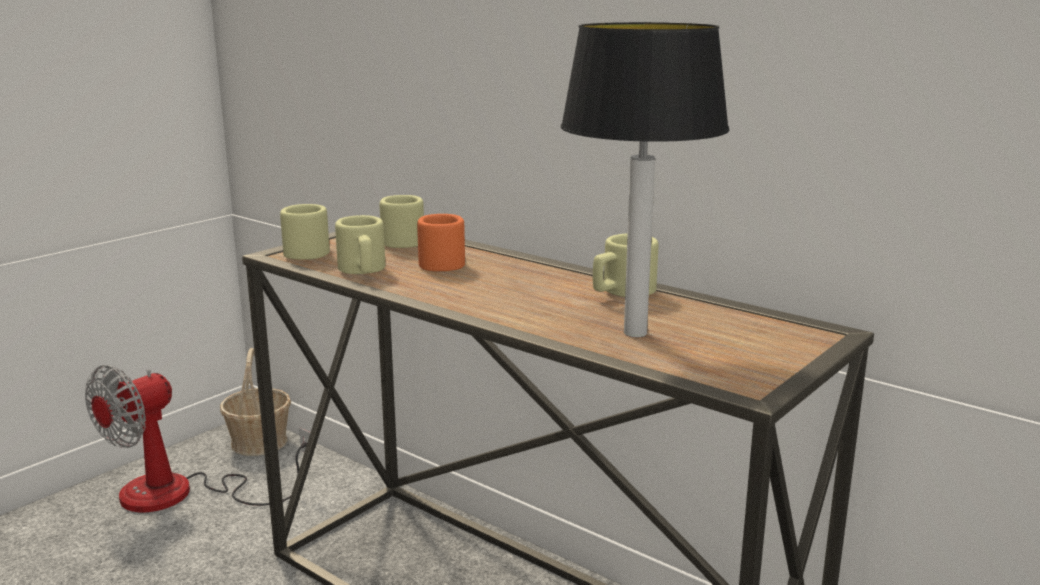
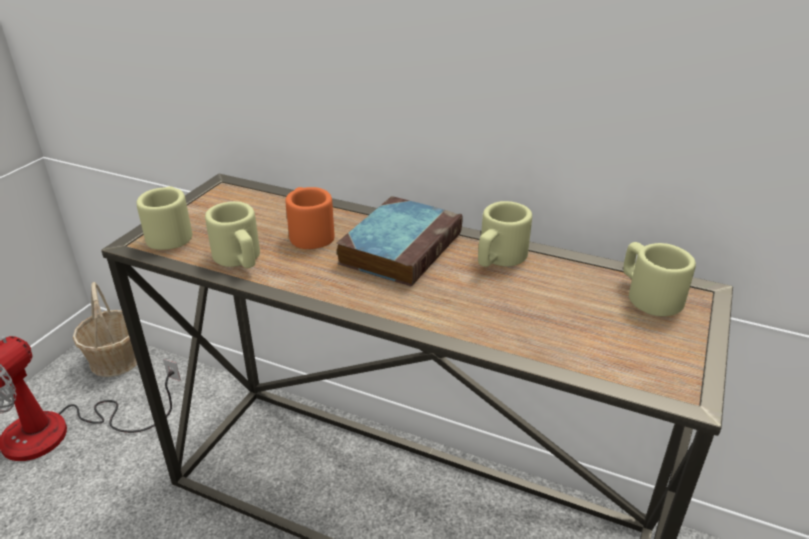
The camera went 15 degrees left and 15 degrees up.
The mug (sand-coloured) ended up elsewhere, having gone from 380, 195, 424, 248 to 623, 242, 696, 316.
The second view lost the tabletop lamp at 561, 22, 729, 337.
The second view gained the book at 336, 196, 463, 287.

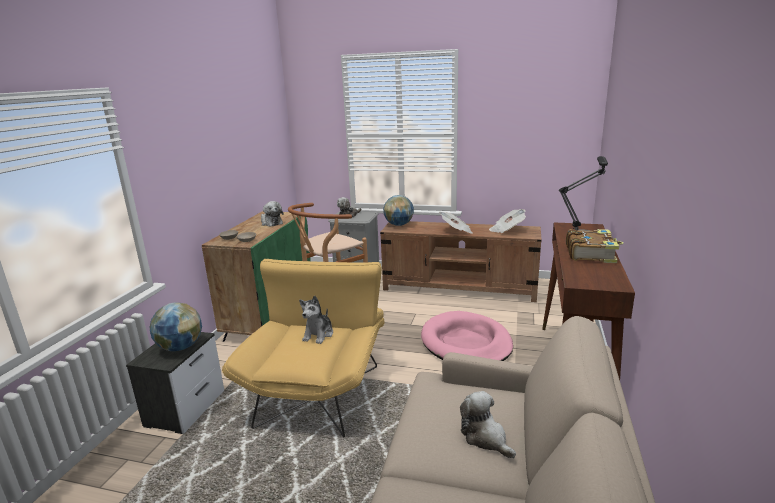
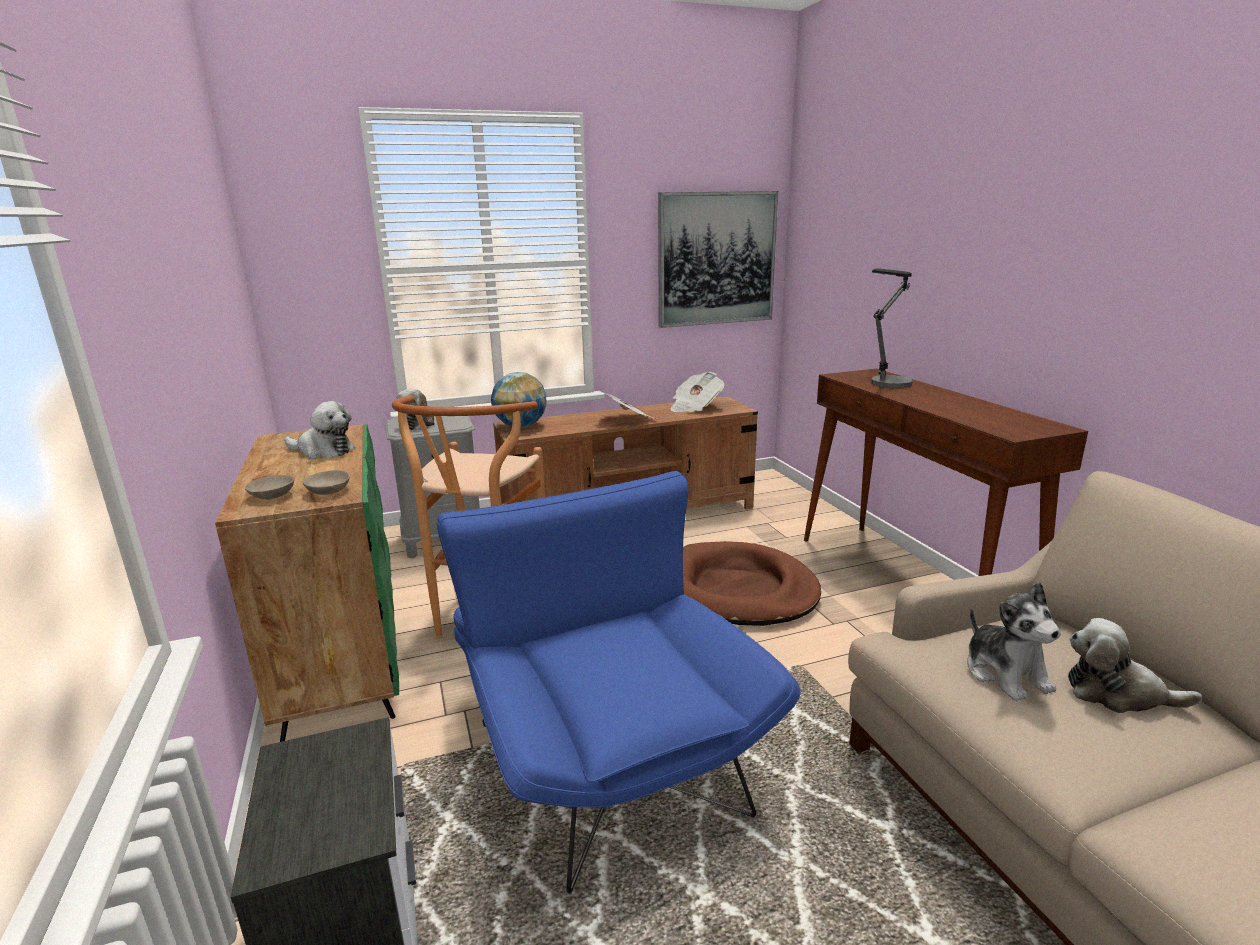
The camera went 35 degrees left and 0 degrees up.
The second view lost the globe at 150, 302, 202, 351.
What was the easy chair (yellow) at 222, 259, 385, 437 turned into the easy chair (bluish) at 437, 471, 801, 894.
The cuddly toy ended up elsewhere, having gone from 299, 296, 333, 344 to 967, 582, 1061, 701.
What was the dog bed (pinkish) at 421, 311, 513, 361 turned into the dog bed (brown) at 683, 541, 821, 626.
The second view lost the book at 566, 229, 624, 263.
The second view gained the wall picture at 658, 191, 778, 328.

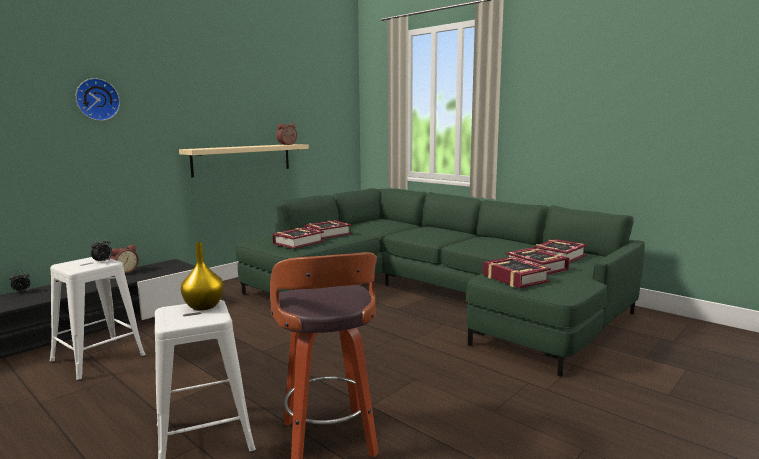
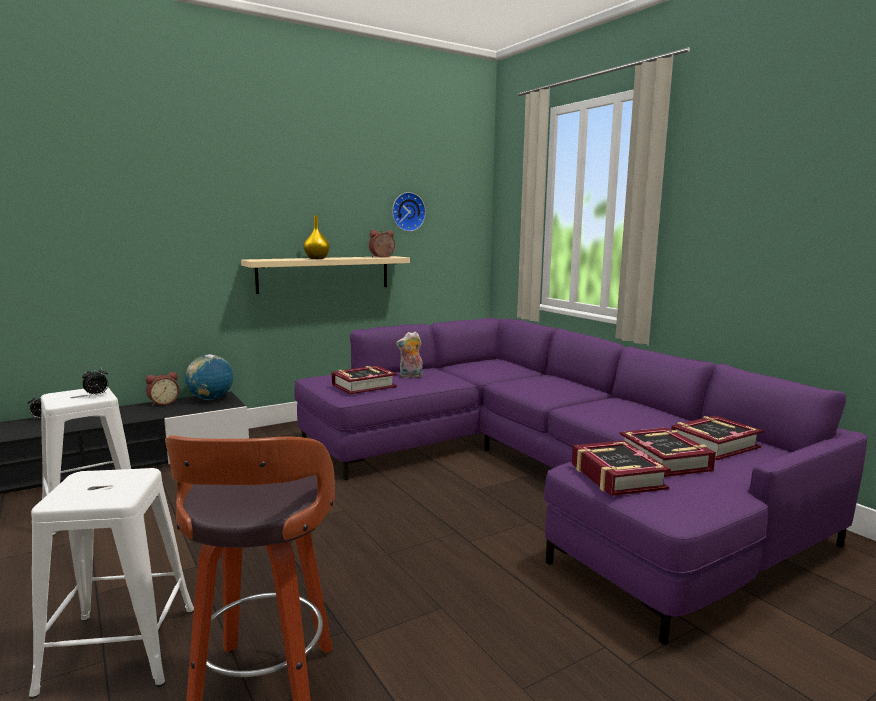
The camera went 15 degrees right and 0 degrees up.
The clock on the wall ended up elsewhere, having gone from 75, 78, 120, 121 to 392, 192, 426, 232.
The vase (yellow) ended up elsewhere, having gone from 181, 242, 224, 310 to 303, 216, 330, 259.
What was the sofa (greenish) at 236, 189, 645, 377 turned into the sofa (purple-coloured) at 294, 318, 868, 645.
Where the book stood at 304, 220, 352, 239, the cuddly toy came to stand at 396, 331, 423, 378.
The second view gained the globe at 185, 354, 233, 400.

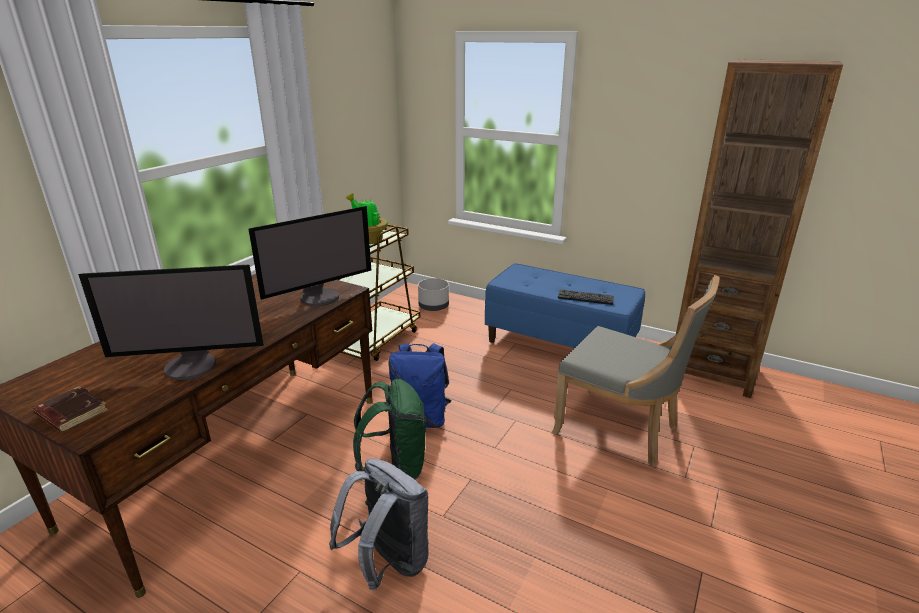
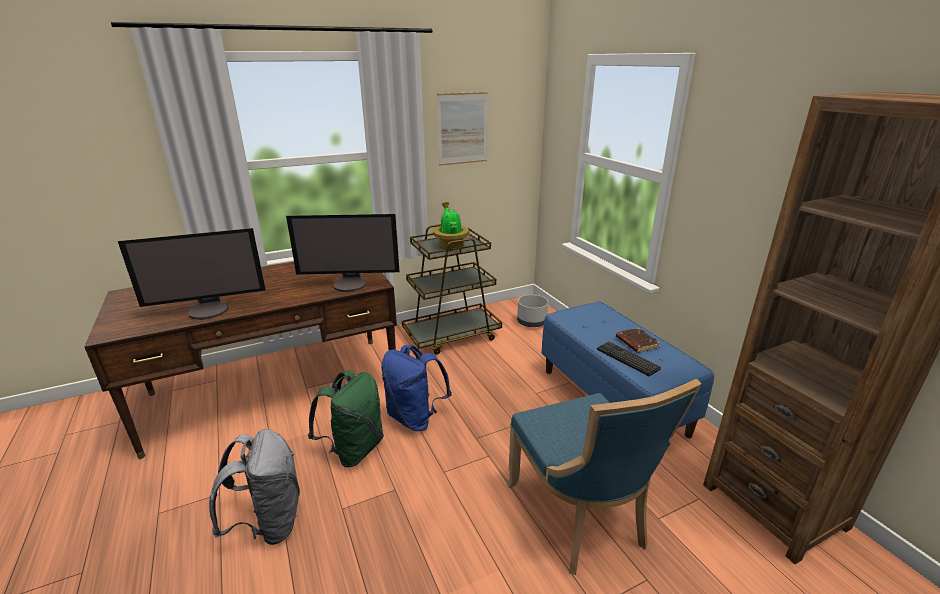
The camera went 35 degrees right and 0 degrees up.
The book (brown) ended up elsewhere, having gone from 33, 386, 108, 433 to 616, 328, 660, 353.
The computer screen at 78, 265, 264, 380 ended up facing another way, 45 degrees counterclockwise from before.
What was the upright chair (greyish) at 551, 275, 720, 467 turned into the upright chair (bluish) at 507, 379, 702, 575.
The second view gained the wall picture at 437, 92, 487, 166.

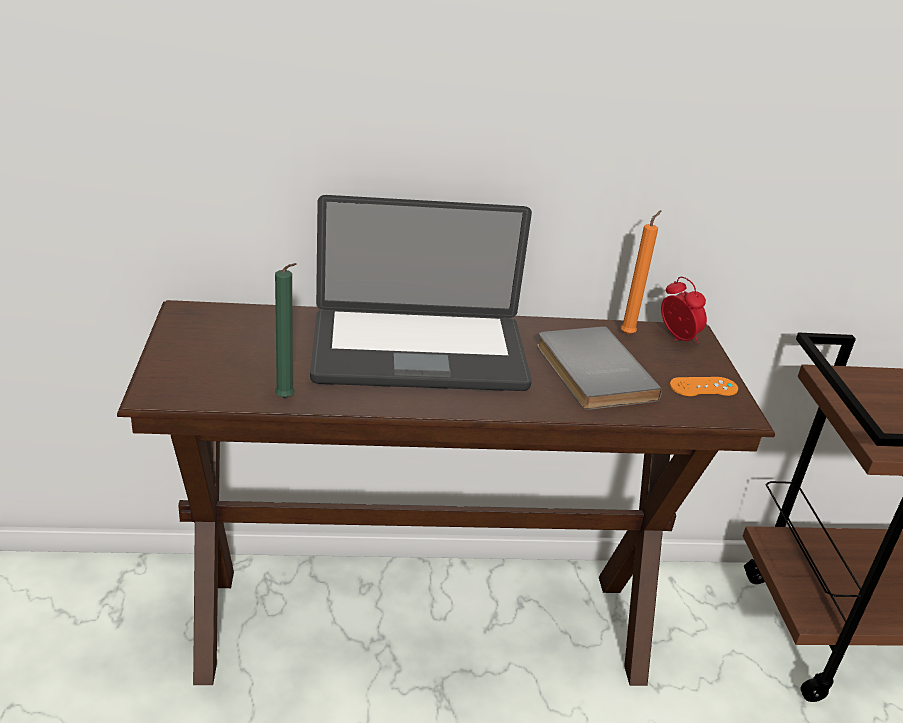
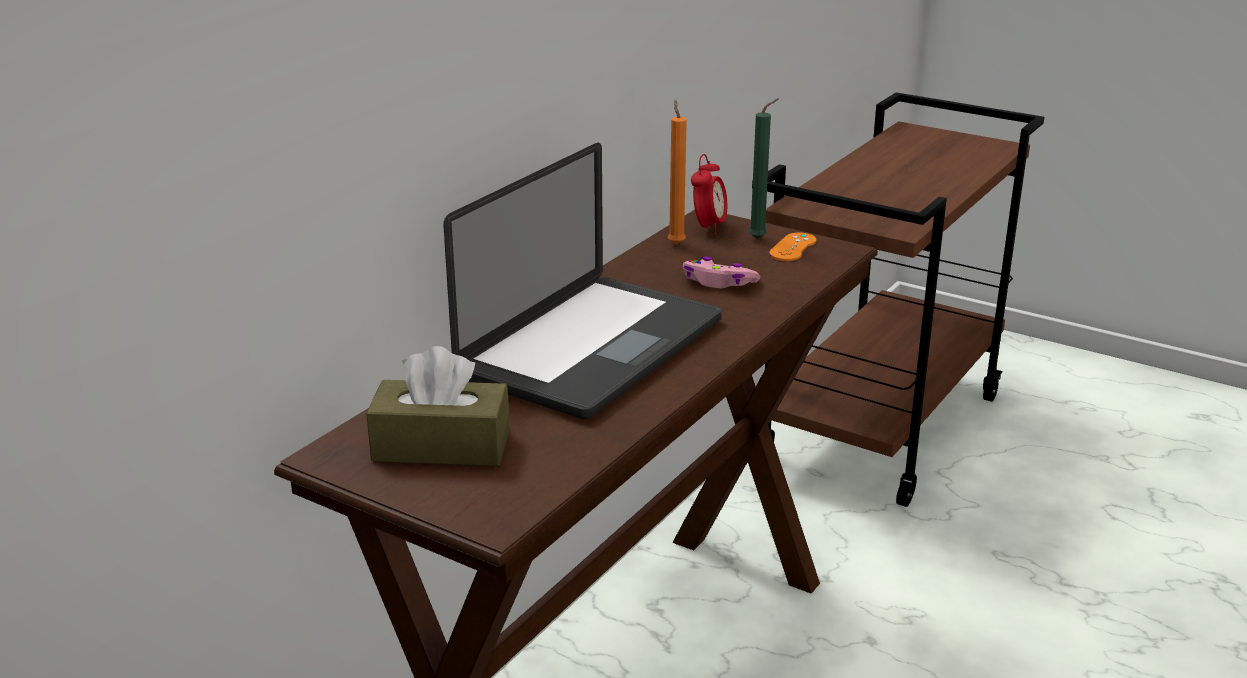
The camera went 50 degrees left and 5 degrees down.
The wax candle (greenish) ended up elsewhere, having gone from 275, 263, 297, 398 to 749, 98, 778, 239.
Where the book (greyish) stood at 537, 326, 662, 410, the gamepad (pinkish) came to stand at 683, 257, 760, 289.
The table clock at 661, 277, 707, 344 ended up facing another way, 105 degrees clockwise from before.
The second view gained the tissue holder (brown) at 366, 346, 509, 466.

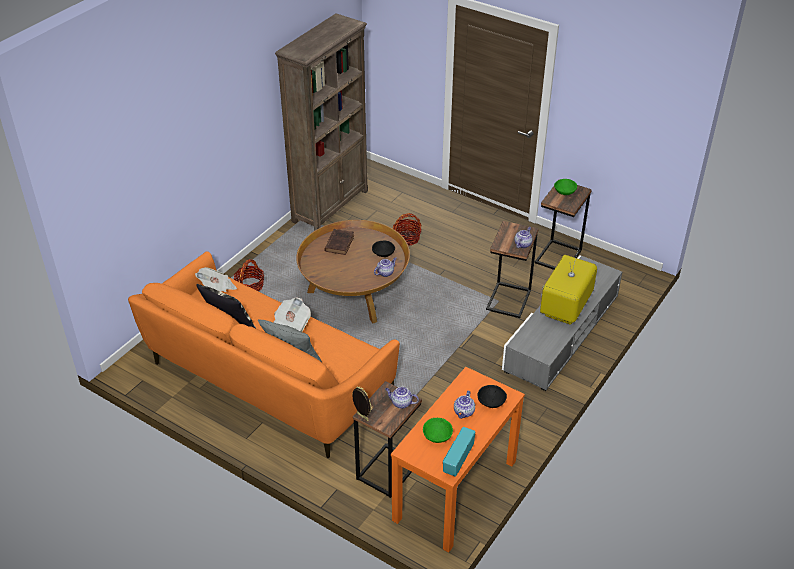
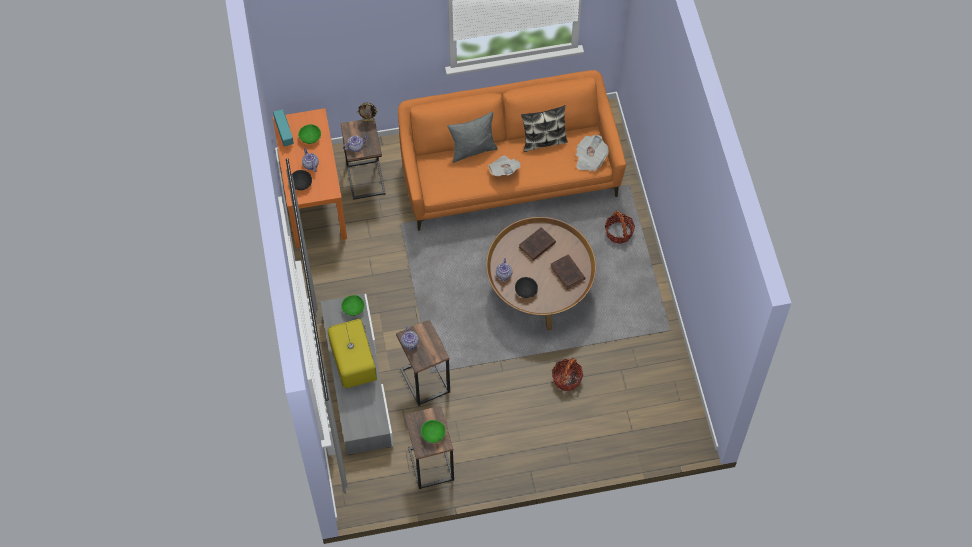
The camera went 135 degrees right and 20 degrees up.
The second view lost the shelving unit (brown) at 275, 13, 368, 231.
The second view gained the deep dish (greenish) at 341, 295, 365, 316.
The second view gained the book (brown) at 519, 227, 556, 261.

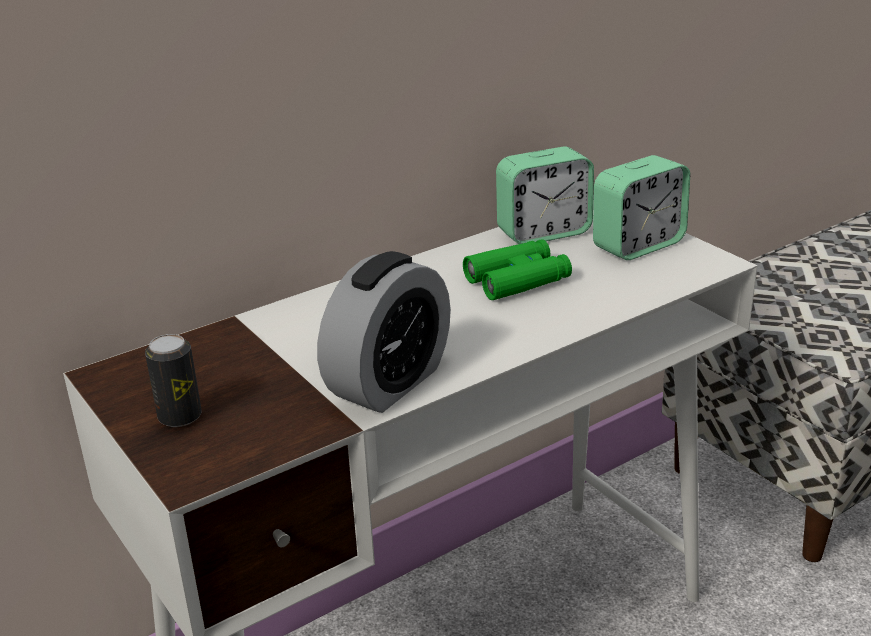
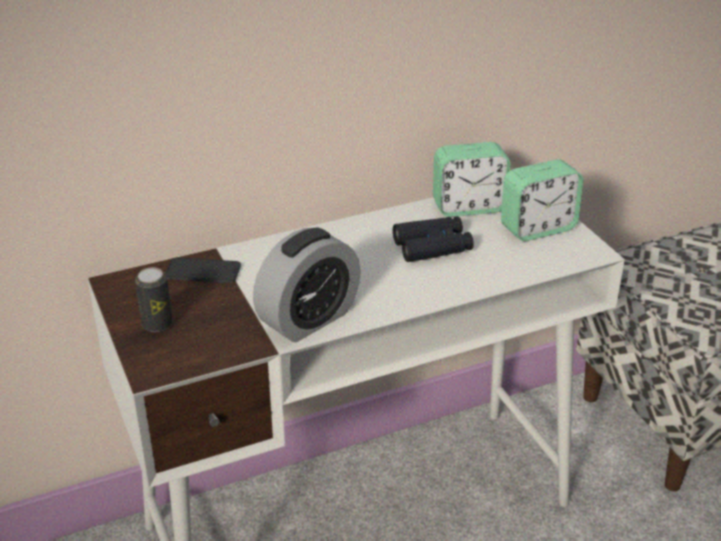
The camera went 10 degrees right and 5 degrees up.
What was the field glasses (greenish) at 463, 239, 572, 300 turned into the field glasses (black-coloured) at 393, 216, 474, 262.
The second view gained the phone at 165, 257, 241, 283.

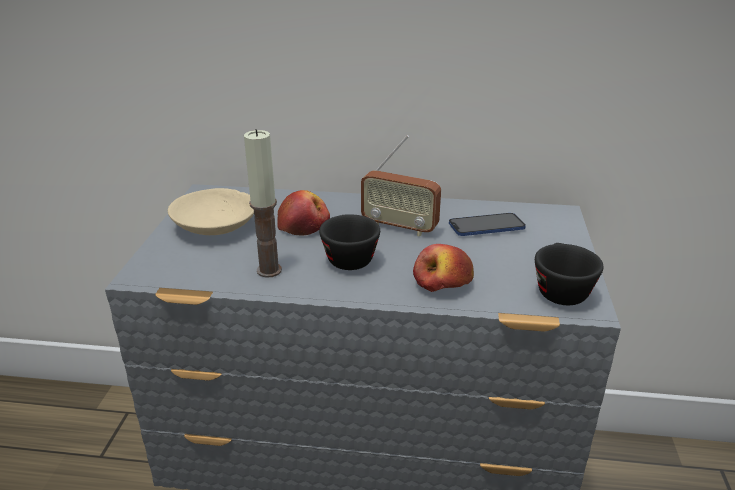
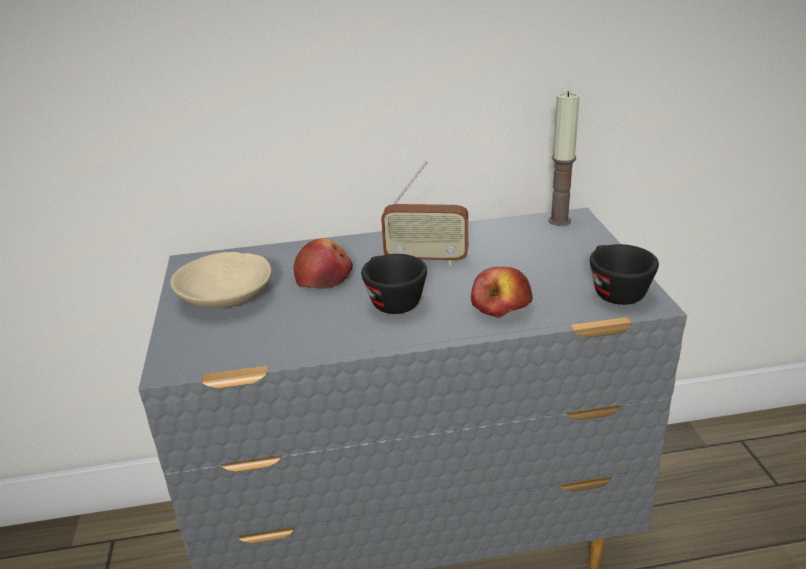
The camera went 15 degrees left and 0 degrees up.
The wax candle ended up elsewhere, having gone from 244, 129, 282, 278 to 548, 91, 580, 226.
The second view lost the phone at 449, 213, 526, 236.

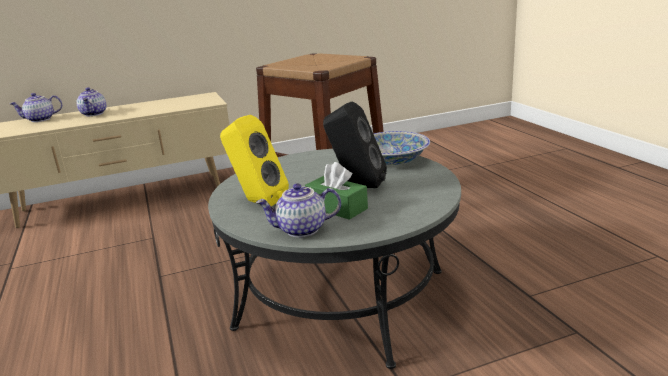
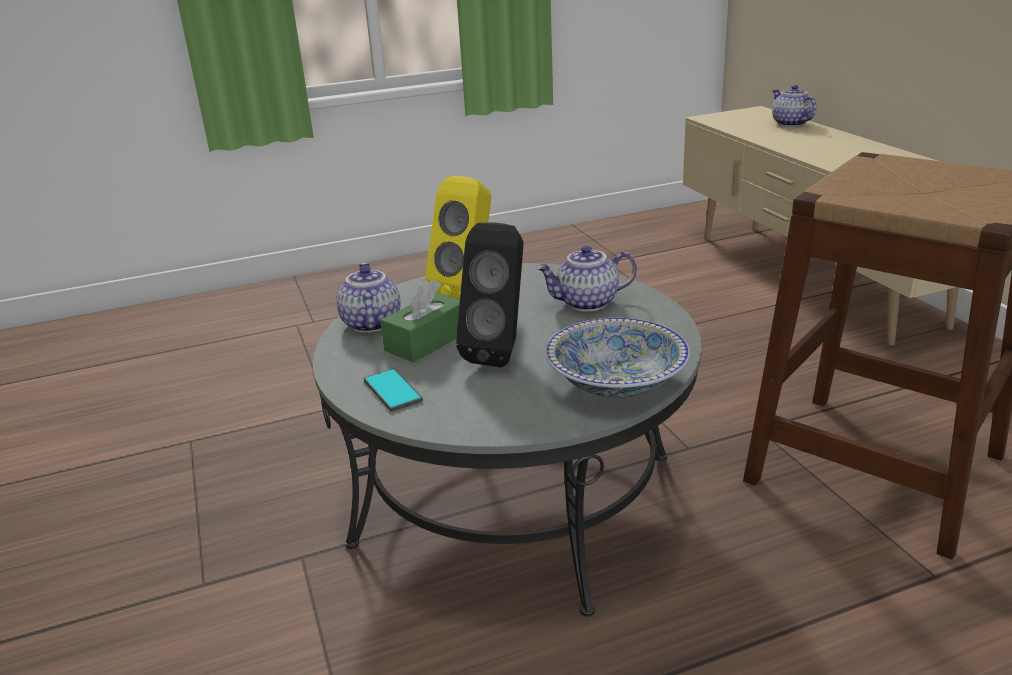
The camera went 90 degrees right and 5 degrees up.
The tea pot ended up elsewhere, having gone from 77, 87, 107, 116 to 536, 246, 637, 312.
The second view gained the phone at 364, 369, 423, 412.

